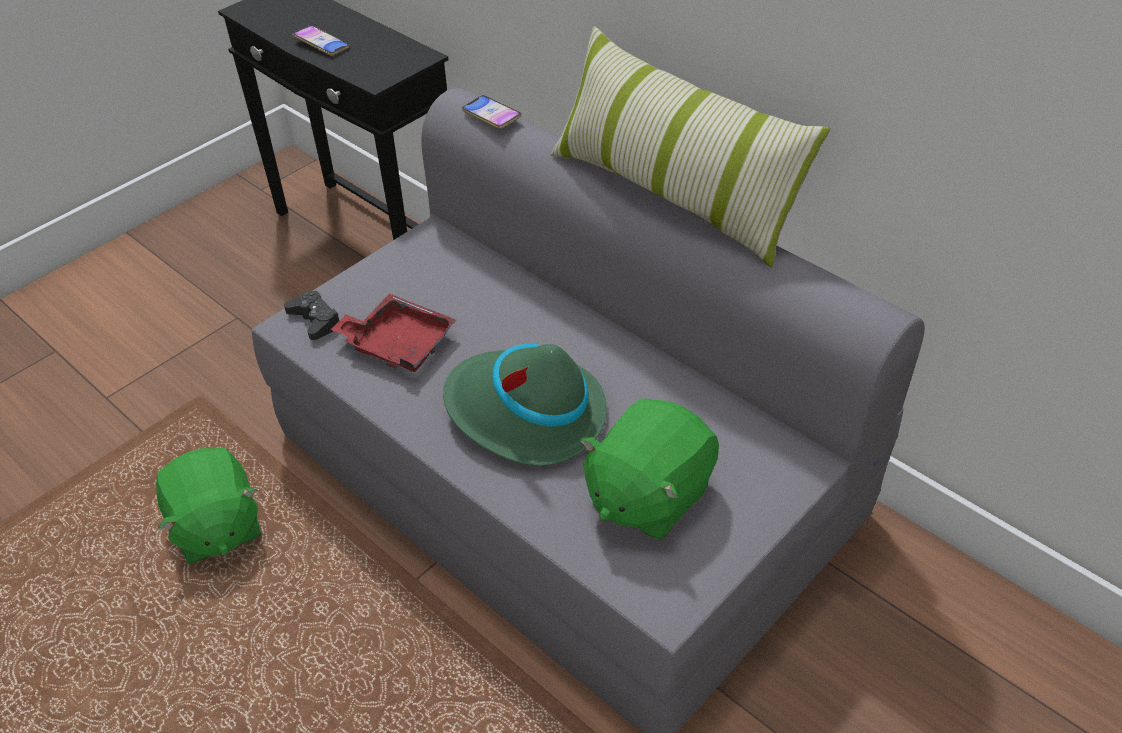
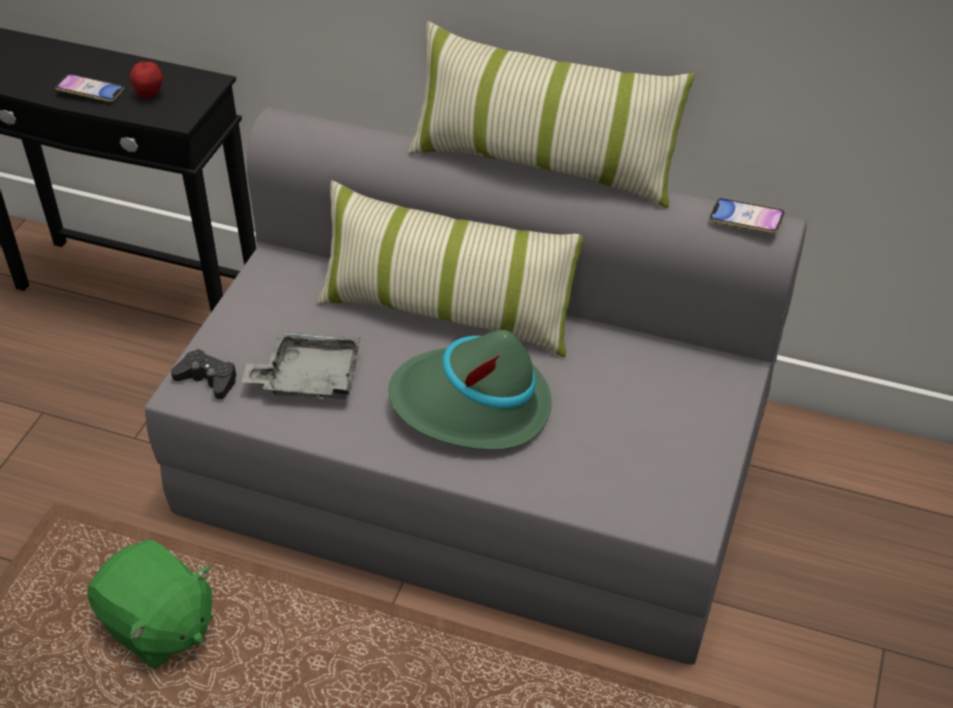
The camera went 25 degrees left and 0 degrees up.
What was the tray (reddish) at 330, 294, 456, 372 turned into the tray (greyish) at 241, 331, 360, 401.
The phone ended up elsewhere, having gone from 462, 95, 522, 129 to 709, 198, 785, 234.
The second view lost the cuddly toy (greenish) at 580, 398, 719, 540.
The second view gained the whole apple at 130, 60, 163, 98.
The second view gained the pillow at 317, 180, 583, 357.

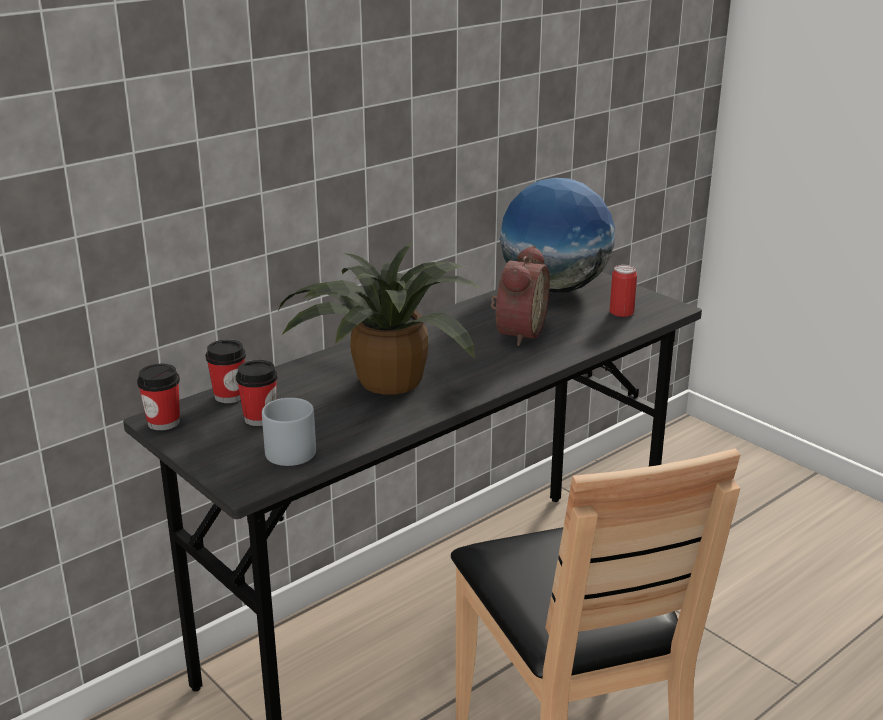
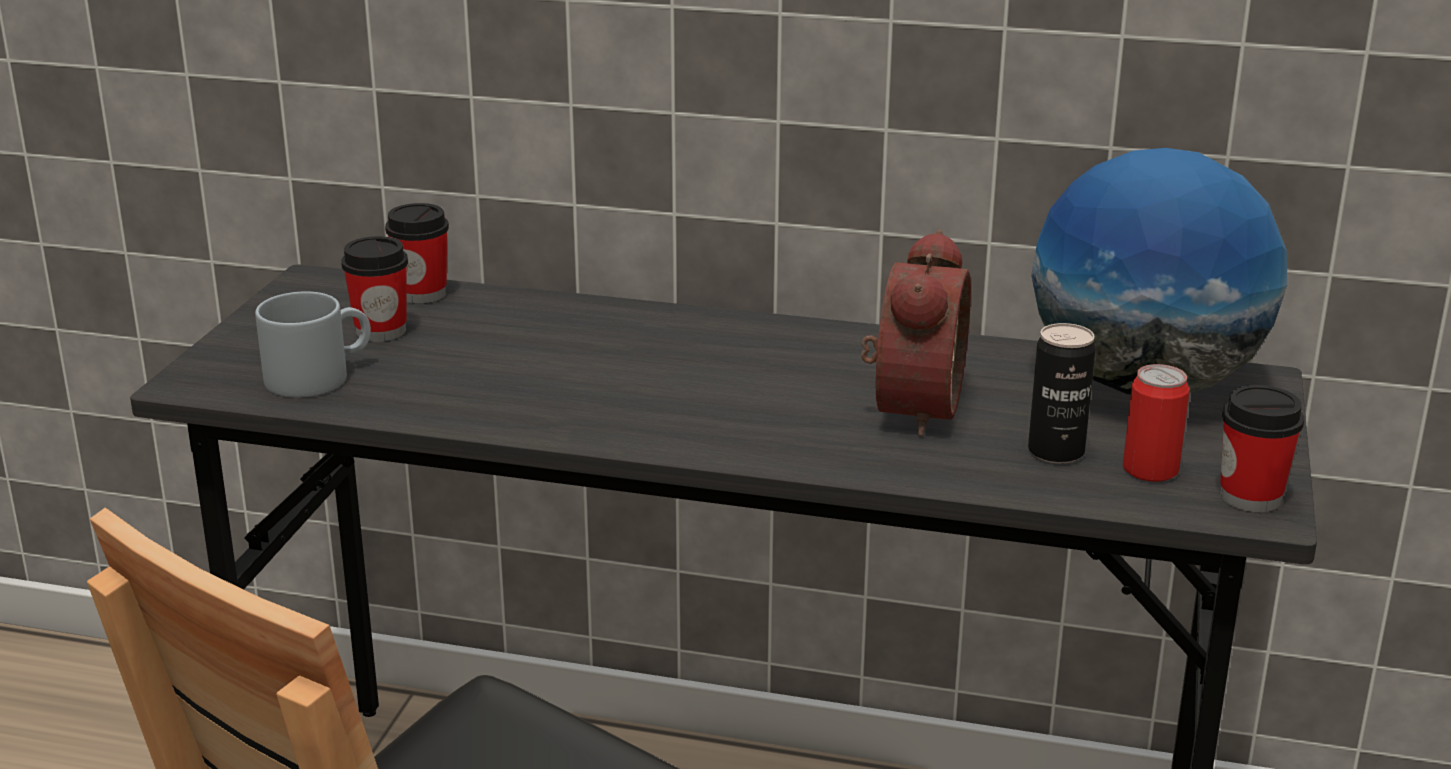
The camera went 55 degrees right and 0 degrees up.
The cup ended up elsewhere, having gone from 137, 364, 180, 431 to 1220, 385, 1304, 512.
The second view lost the potted plant at 278, 243, 482, 395.
The table clock at 491, 245, 550, 346 ended up facing another way, 60 degrees counterclockwise from before.
The second view gained the sealed can at 1028, 323, 1096, 464.

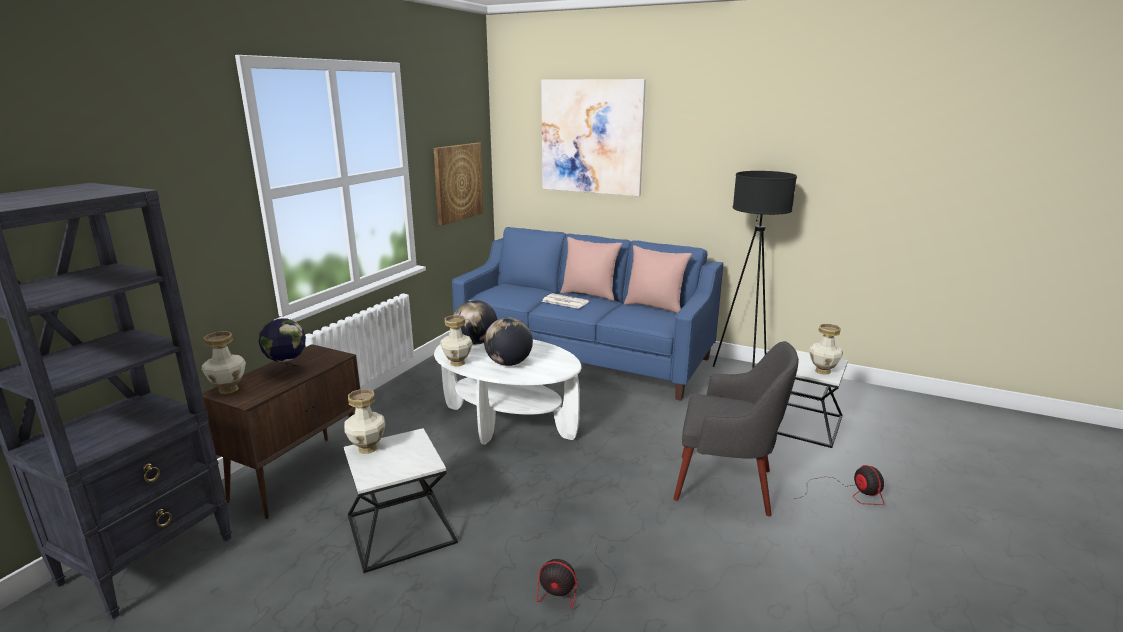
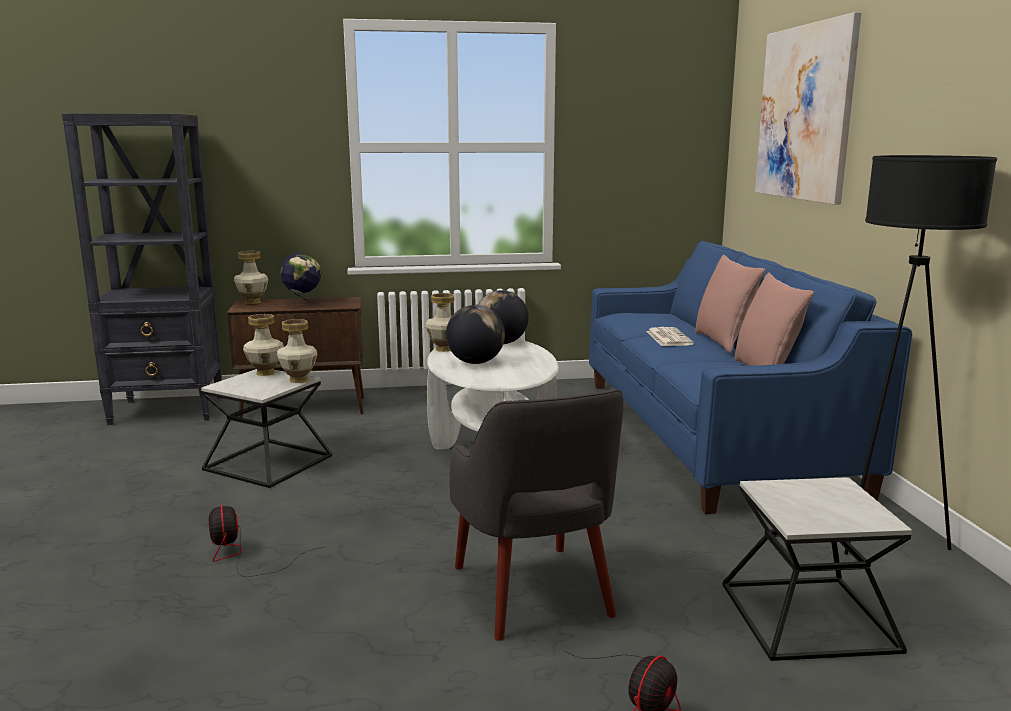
The camera went 55 degrees right and 5 degrees down.
The second view lost the wall picture at 434, 143, 483, 225.
The vase ended up elsewhere, having gone from 809, 324, 843, 375 to 277, 319, 318, 383.

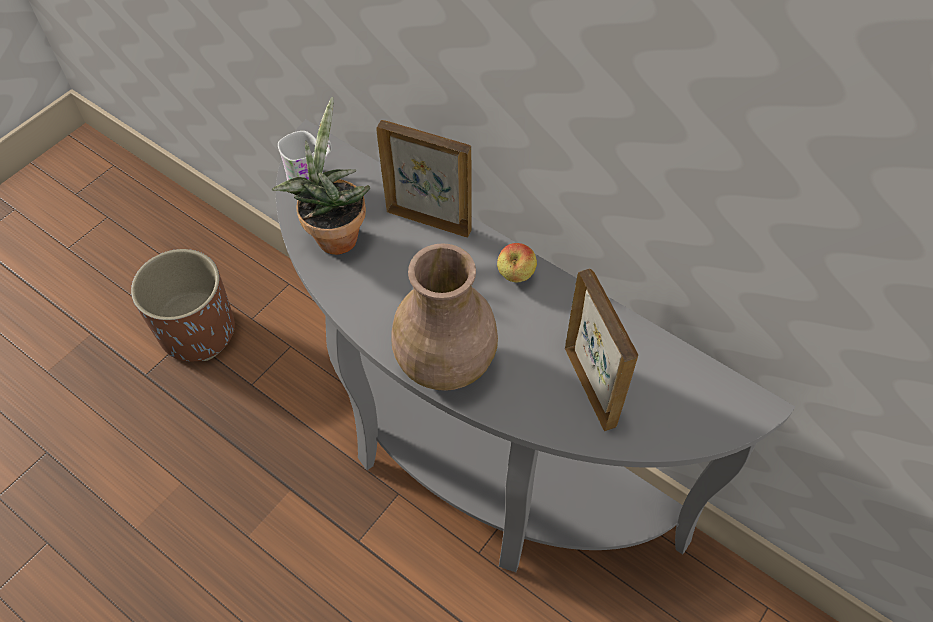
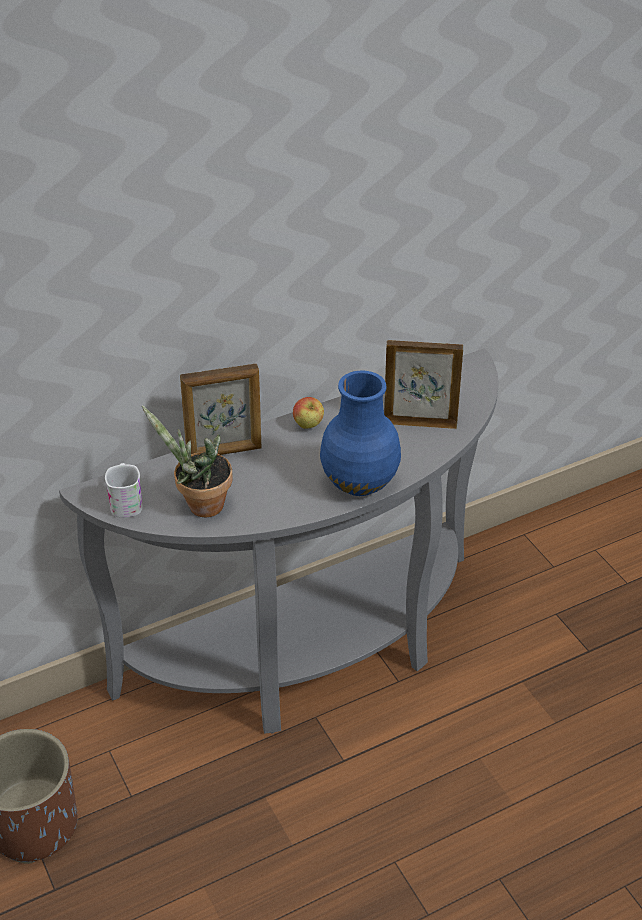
The camera went 65 degrees left and 15 degrees down.
The picture frame at 376, 120, 472, 238 ended up facing another way, 150 degrees counterclockwise from before.
What was the vase (brown) at 391, 244, 498, 391 turned into the vase (bluish) at 320, 370, 401, 496.

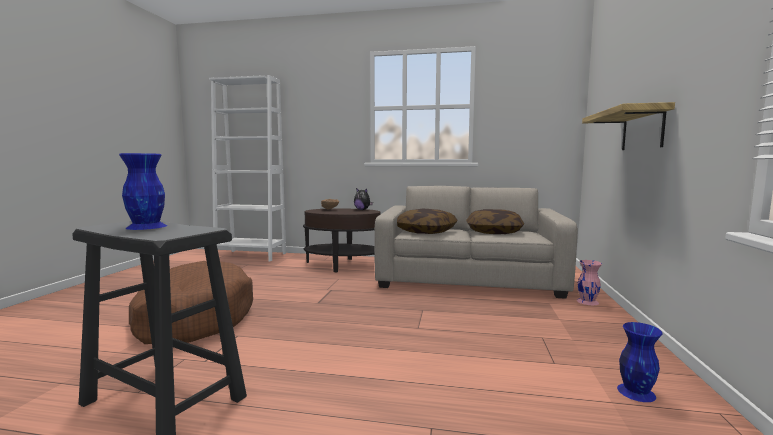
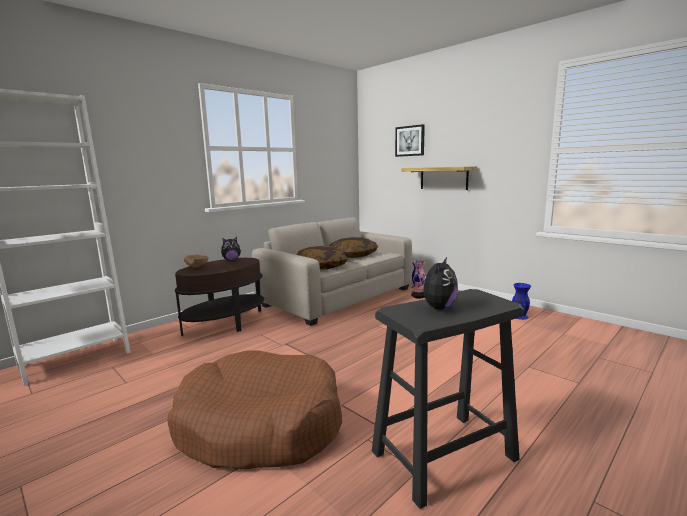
The camera went 55 degrees left and 5 degrees up.
Where the vase (bluish) stood at 119, 153, 167, 230, the cuddly toy came to stand at 411, 257, 458, 310.
The second view gained the wall picture at 395, 124, 425, 157.

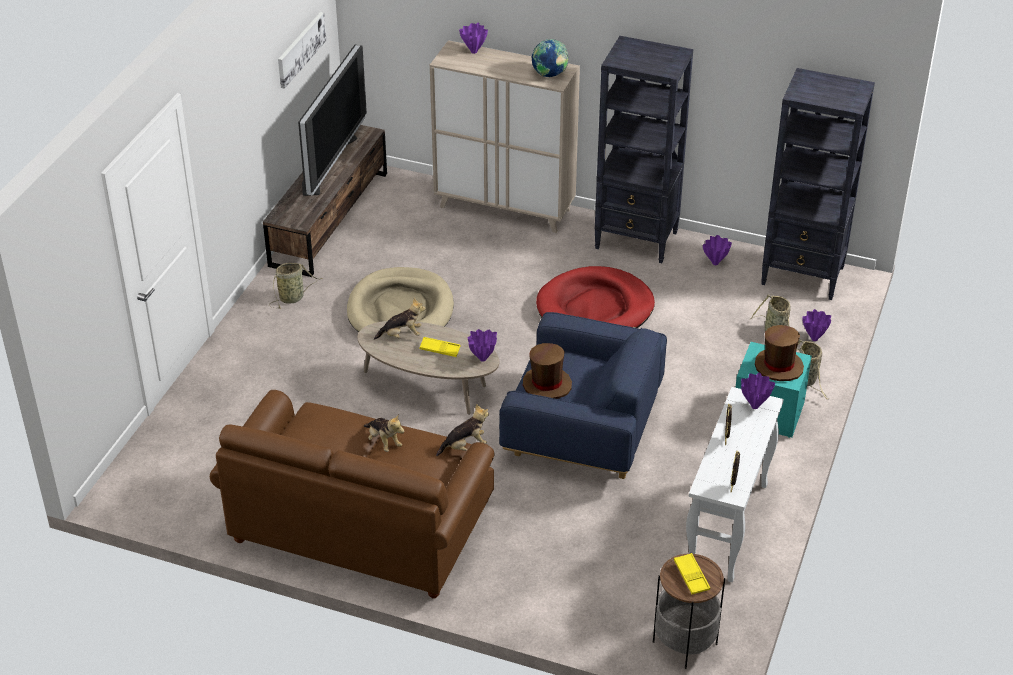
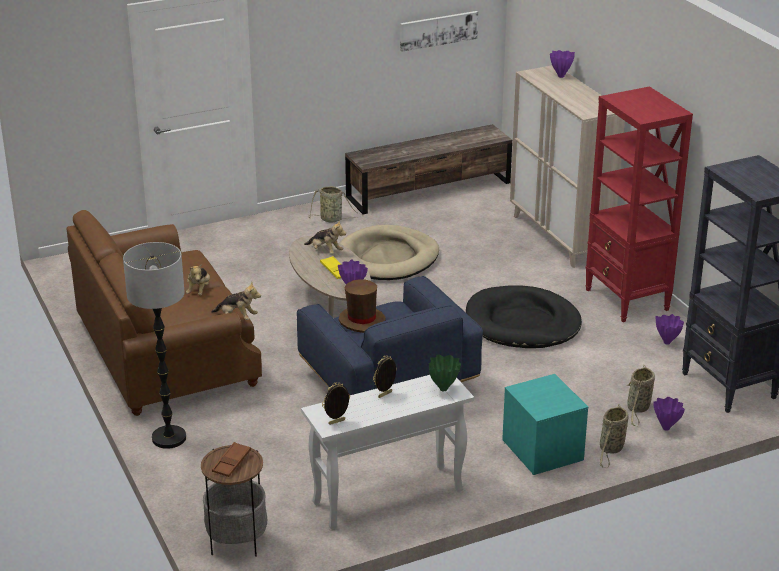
The camera went 45 degrees right and 10 degrees down.
The second view lost the TV set at 298, 44, 367, 196.
The second view lost the globe at 532, 39, 568, 77.
What was the dog bed (reddish) at 536, 266, 655, 328 turned into the dog bed (black-coloured) at 466, 285, 582, 348.
What was the shelving unit (black-coloured) at 594, 36, 693, 263 turned into the shelving unit (reddish) at 585, 86, 693, 322.
What was the tray (yellow) at 674, 553, 710, 594 turned into the tray (brown) at 212, 442, 251, 477.
What was the vase (purple-coloured) at 741, 373, 775, 409 turned into the vase (greenish) at 429, 354, 461, 391.
The second view lost the wearable hat (brown) at 755, 325, 804, 381.
The second view gained the standard lamp at 123, 242, 186, 449.

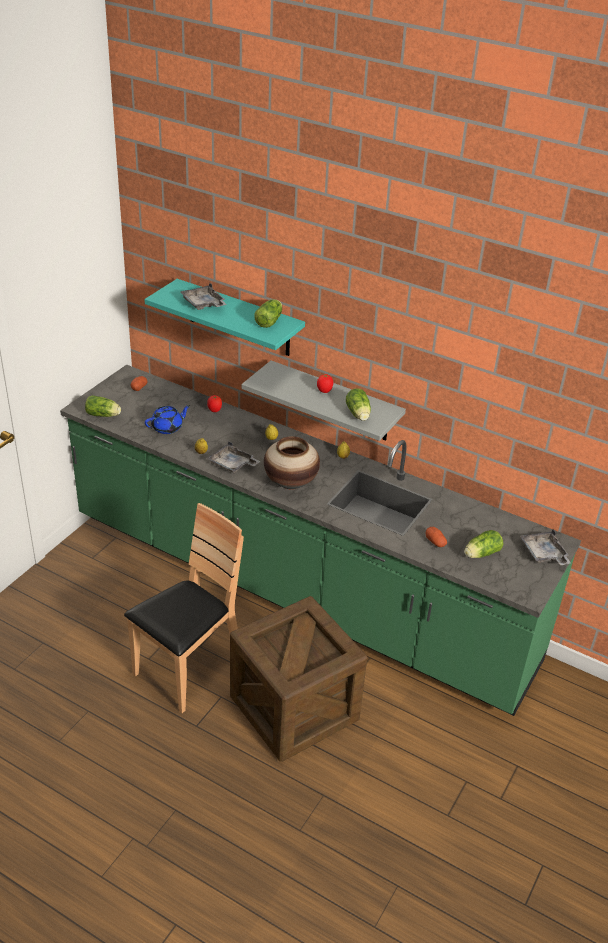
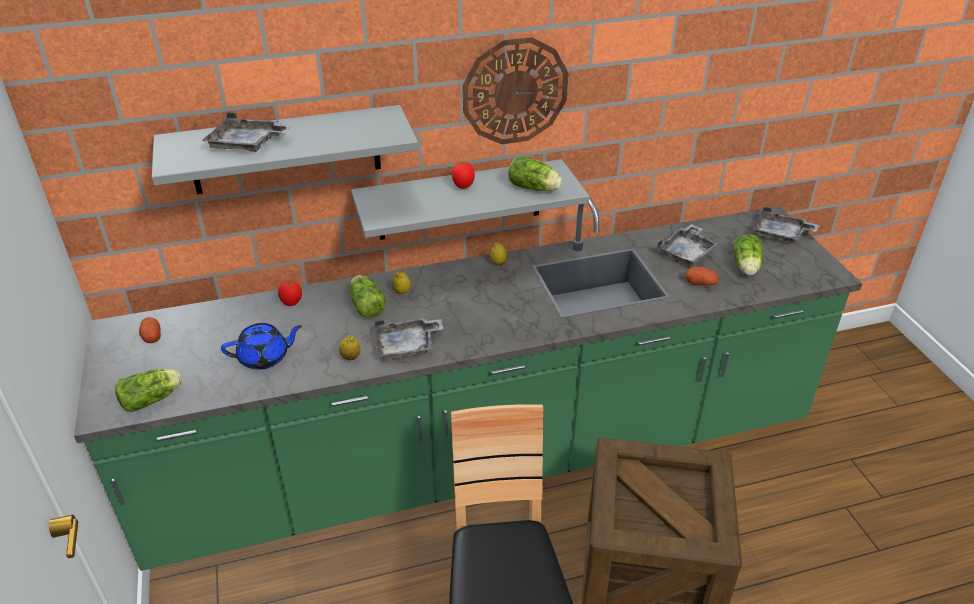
The camera went 45 degrees left and 0 degrees up.
What was the bracket shelf (blue-green) at 145, 279, 305, 356 turned into the bracket shelf (greyish) at 152, 105, 418, 194.
The tea pot (bluish) at 145, 405, 191, 434 ended up facing another way, 60 degrees clockwise from before.
The lettuce ended up elsewhere, having gone from 255, 299, 282, 328 to 350, 275, 386, 318.
The second view lost the vase at 264, 436, 320, 490.
The second view gained the clock on the wall at 463, 37, 569, 144.
The second view gained the tray (greyish) at 657, 224, 719, 266.

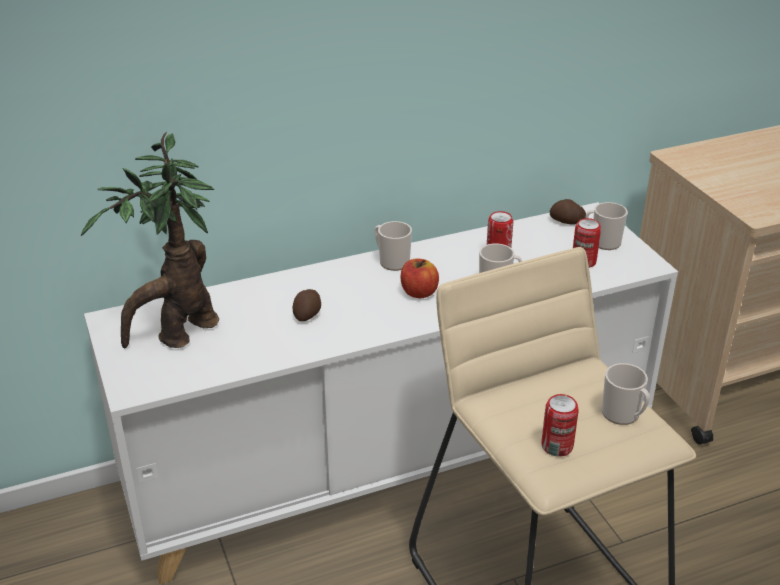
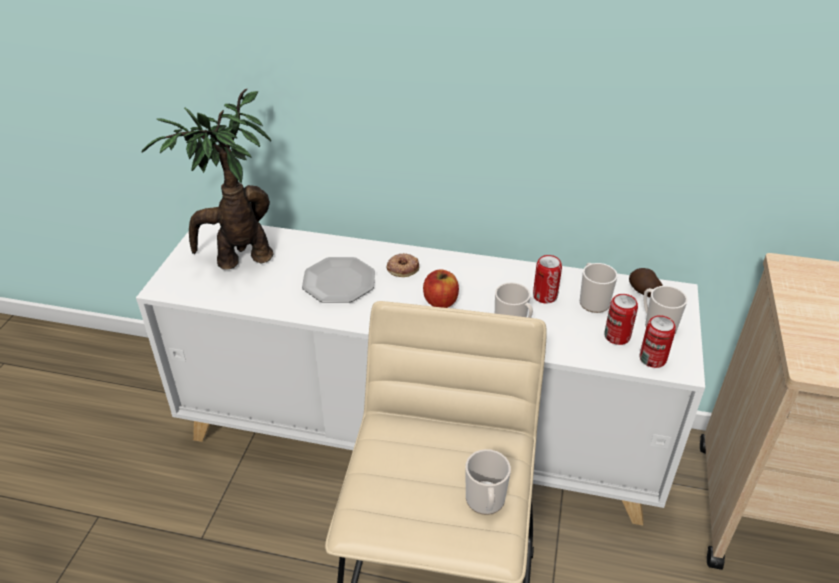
The camera went 35 degrees right and 5 degrees up.
Where the potato stood at 293, 289, 321, 321, the flat dish came to stand at 302, 257, 375, 303.
The mug ended up elsewhere, having gone from 374, 221, 412, 271 to 580, 263, 618, 313.
The sealed can ended up elsewhere, having gone from 541, 394, 579, 457 to 640, 315, 676, 368.
The second view gained the doughnut at 387, 253, 419, 277.

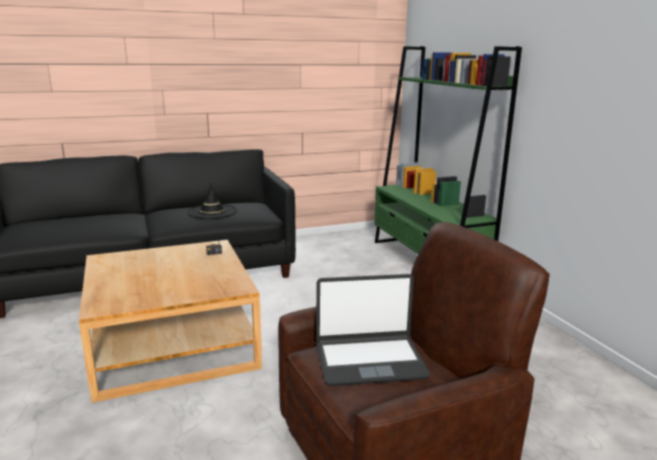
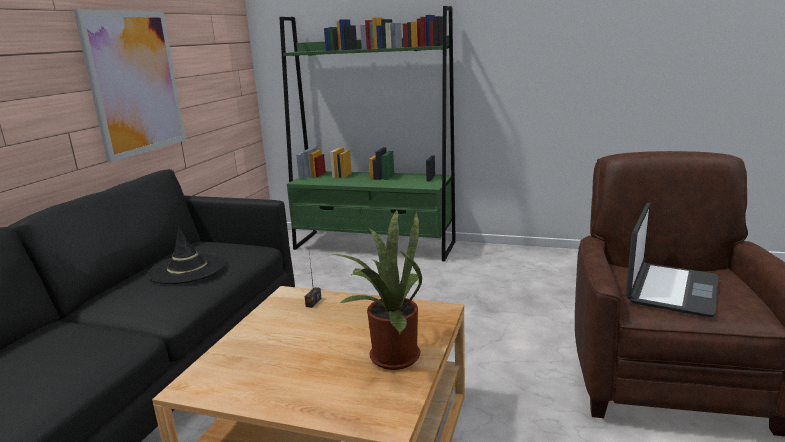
The camera went 50 degrees left and 0 degrees up.
The second view gained the wall picture at 73, 9, 186, 162.
The second view gained the potted plant at 333, 210, 422, 370.

